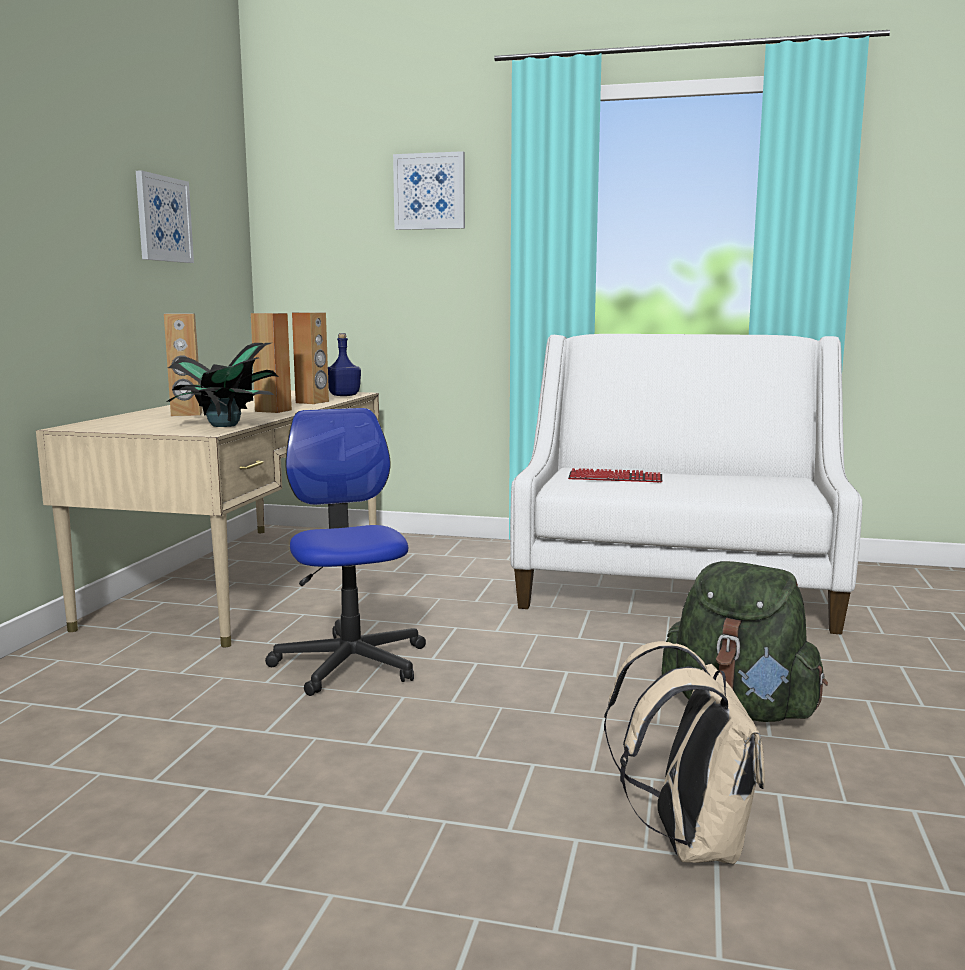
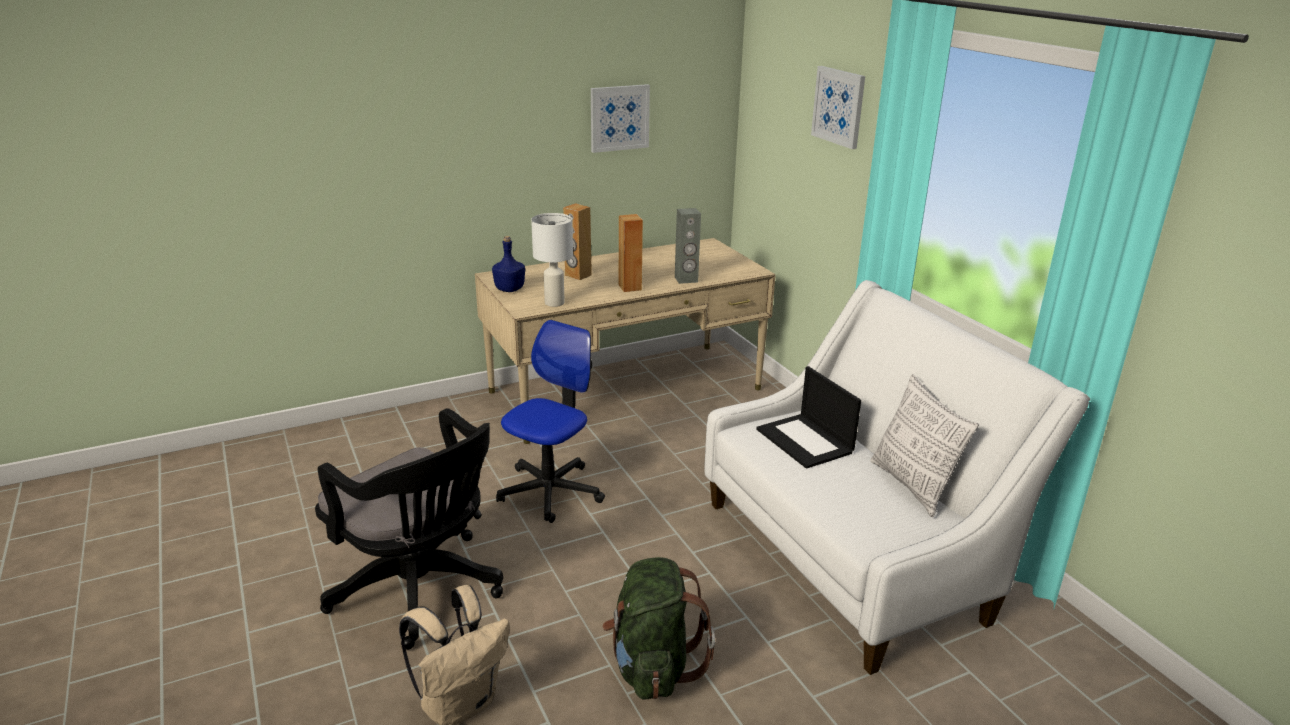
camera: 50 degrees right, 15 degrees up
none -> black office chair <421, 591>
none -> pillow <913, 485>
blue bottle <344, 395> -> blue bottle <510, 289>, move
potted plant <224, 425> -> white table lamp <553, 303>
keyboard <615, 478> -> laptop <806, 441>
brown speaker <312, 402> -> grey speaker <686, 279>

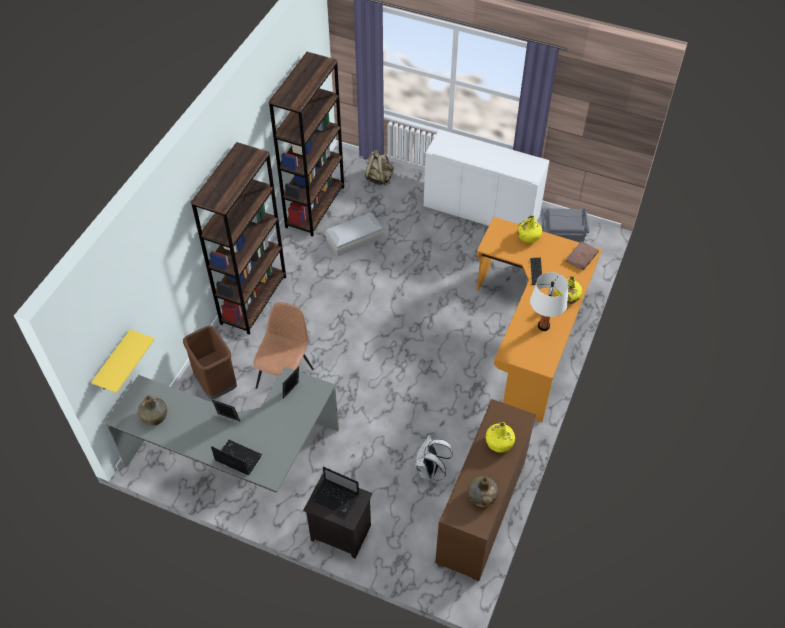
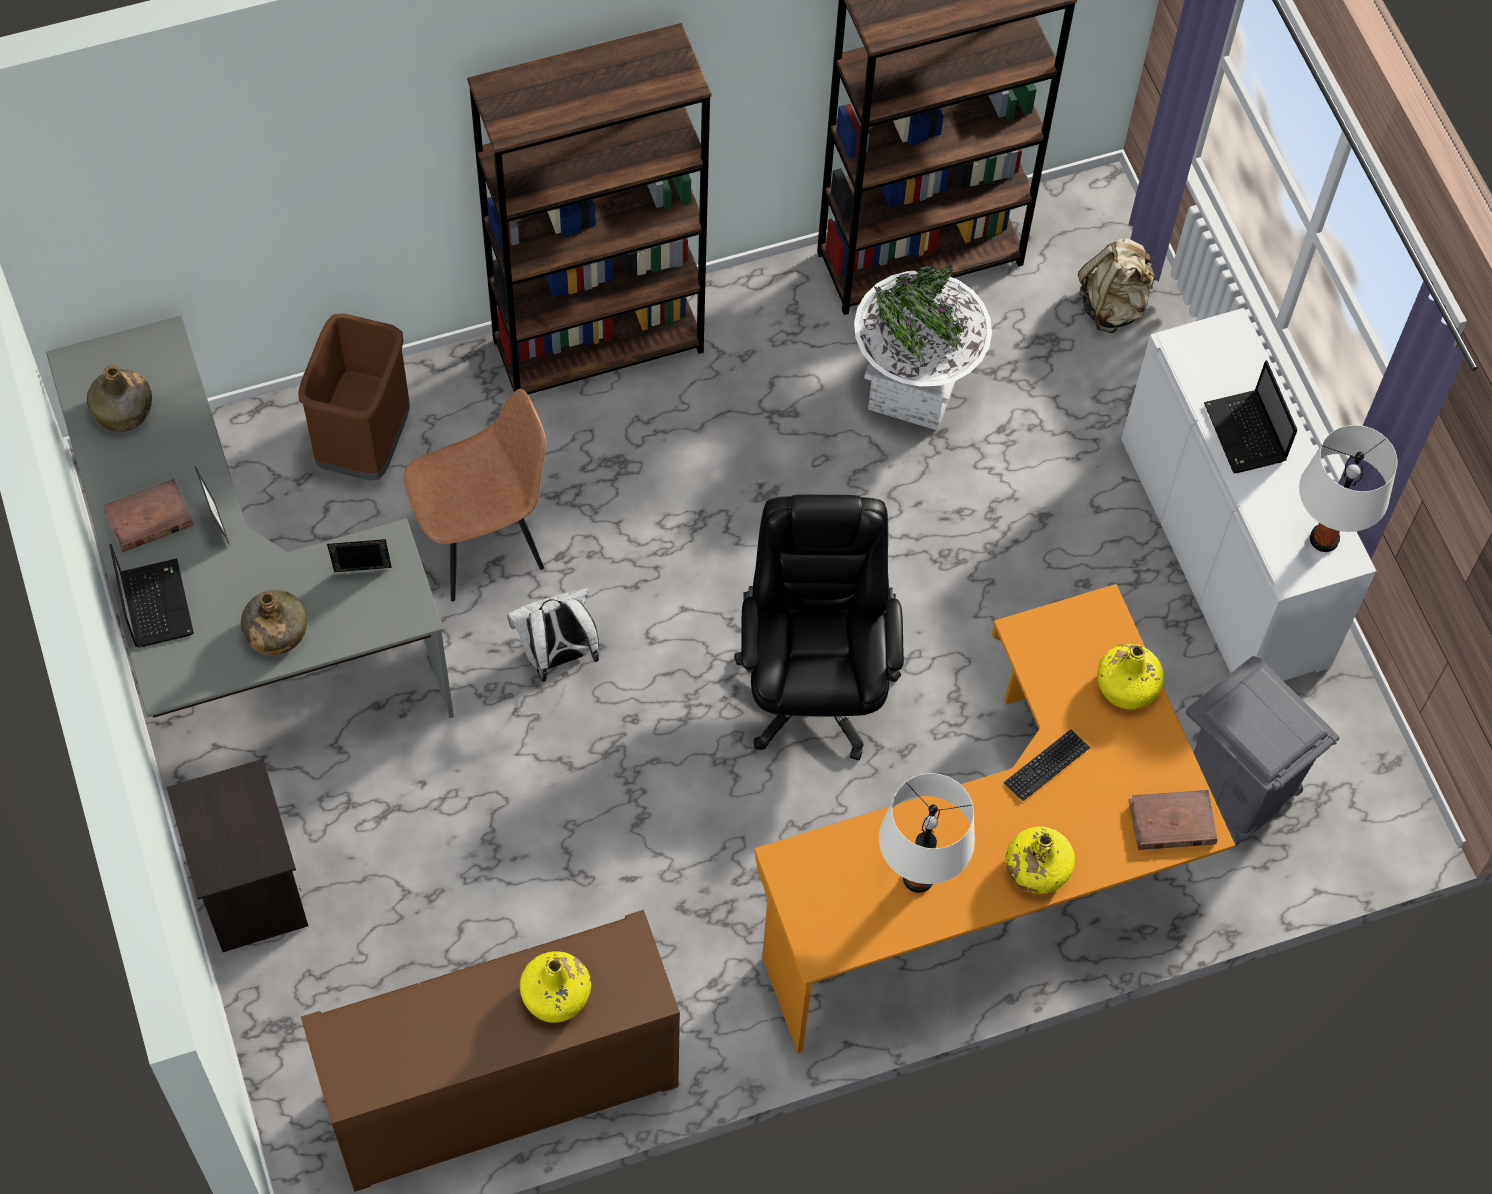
camera: 45 degrees right, 10 degrees up
yellow shelf <114, 362> -> none
none -> brown book <148, 519>
none -> black office chair <814, 686>
none -> white table lamp <1324, 539>
laptop <336, 498> -> laptop <1246, 434>, move
white backpack <430, 471> -> white backpack <557, 656>, move
green bottle <481, 496> -> green bottle <276, 632>, move
white storage box <355, 239> -> white planter <913, 391>

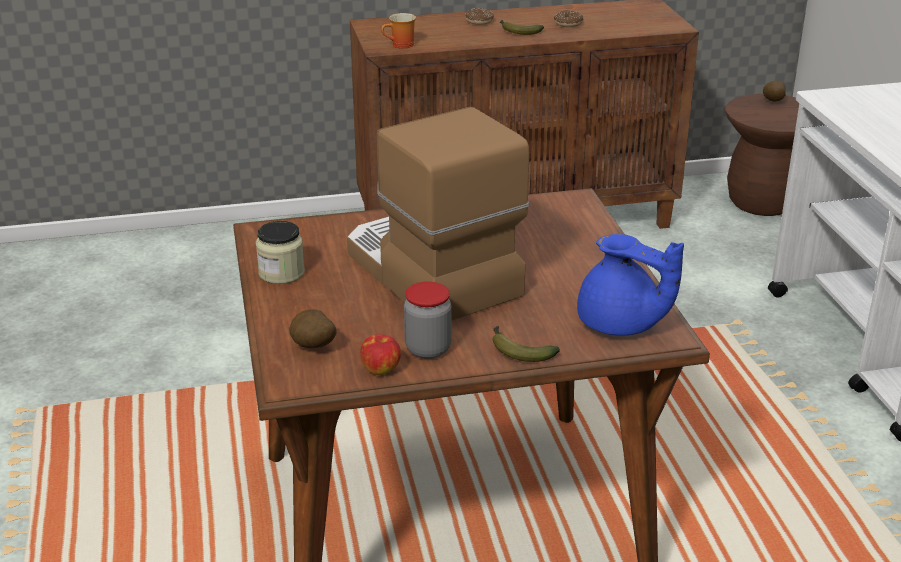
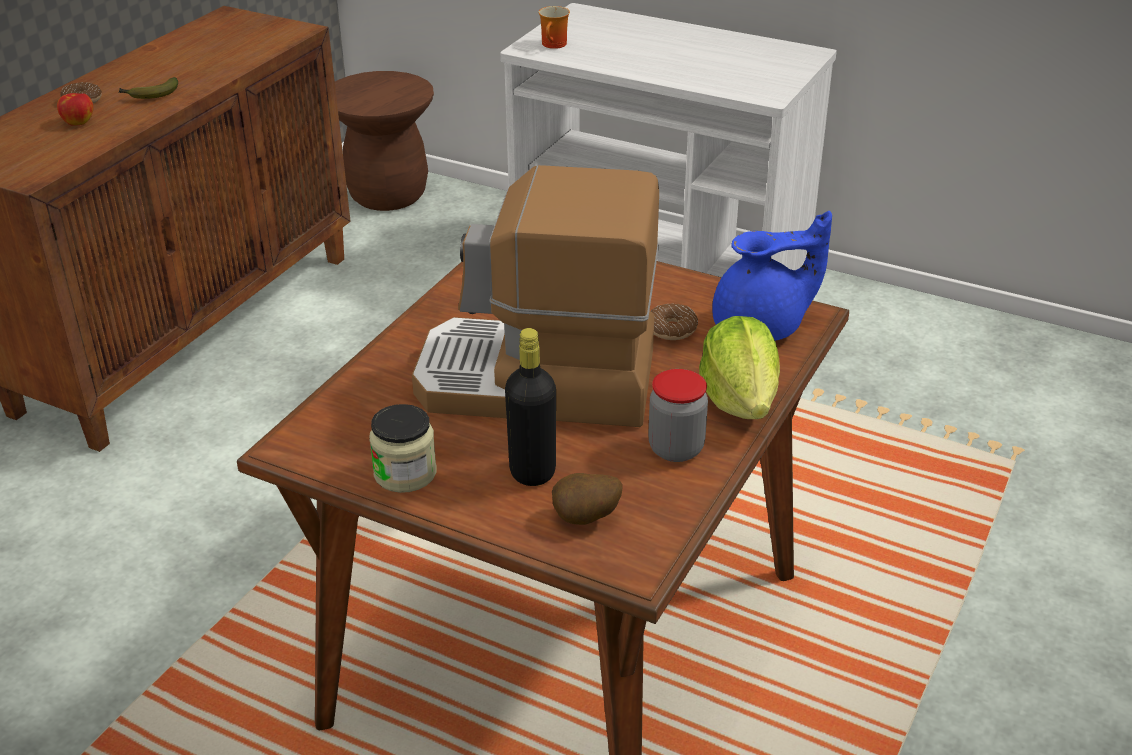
camera: 50 degrees left, 5 degrees up
potato <772, 101> -> none
none -> black bottle <532, 472>
apple <381, 369> -> apple <79, 122>, move
mug <401, 46> -> mug <555, 45>, move
donut <568, 23> -> donut <671, 329>, move
banana <518, 351> -> lettuce <740, 399>

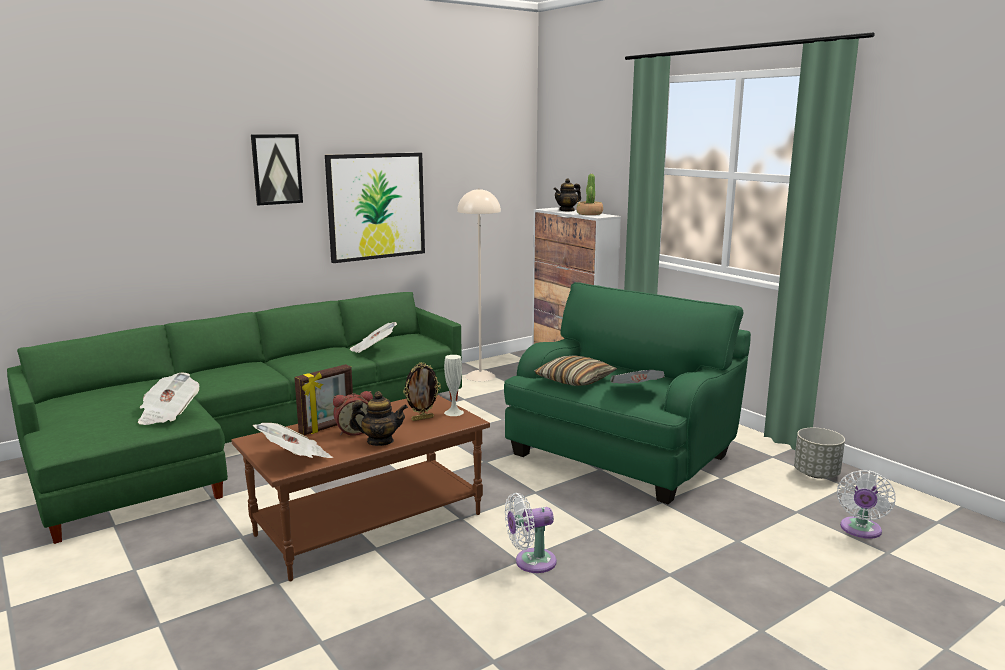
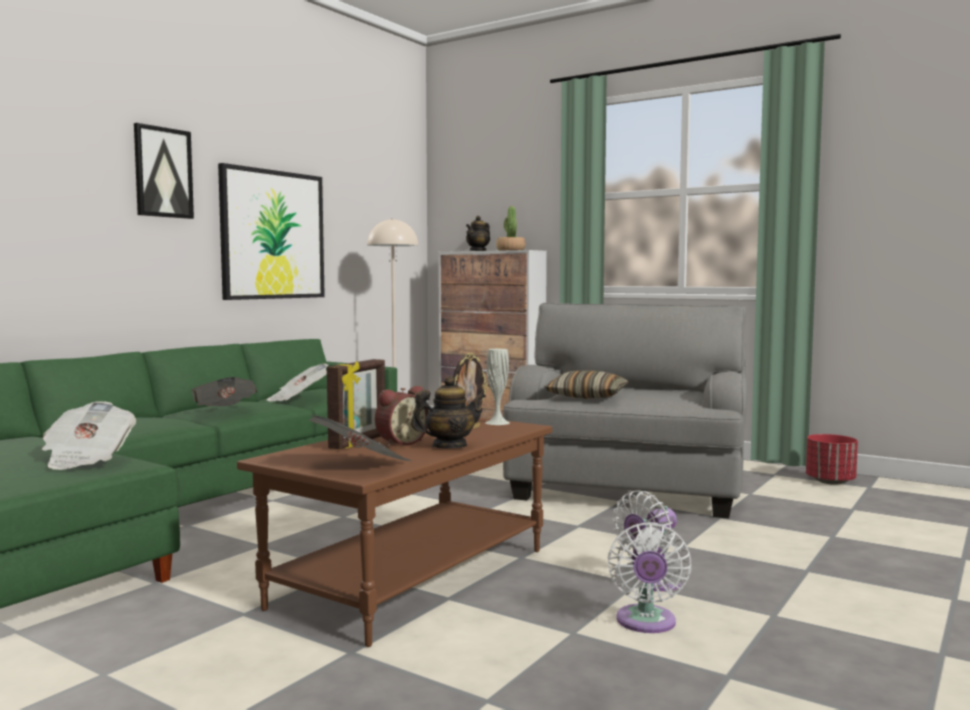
camera: 20 degrees left, 10 degrees down
newspaper <636, 392> -> newspaper <225, 410>, move
white fan <860, 530> -> white fan <646, 623>, move
green armchair <623, 453> -> grey armchair <629, 486>
grey planter <816, 474> -> red planter <830, 482>

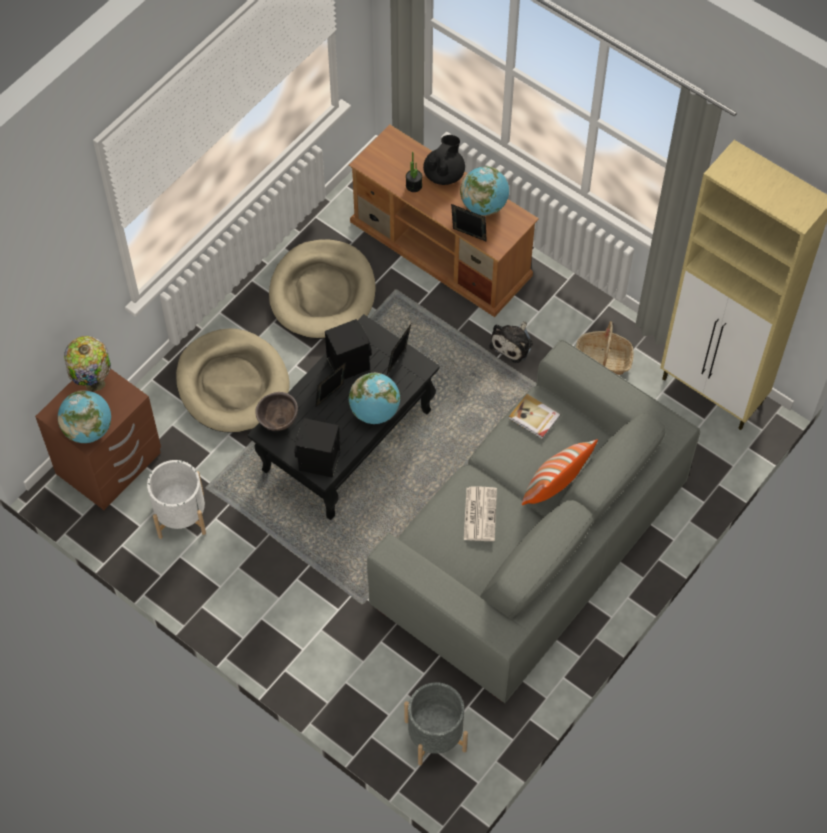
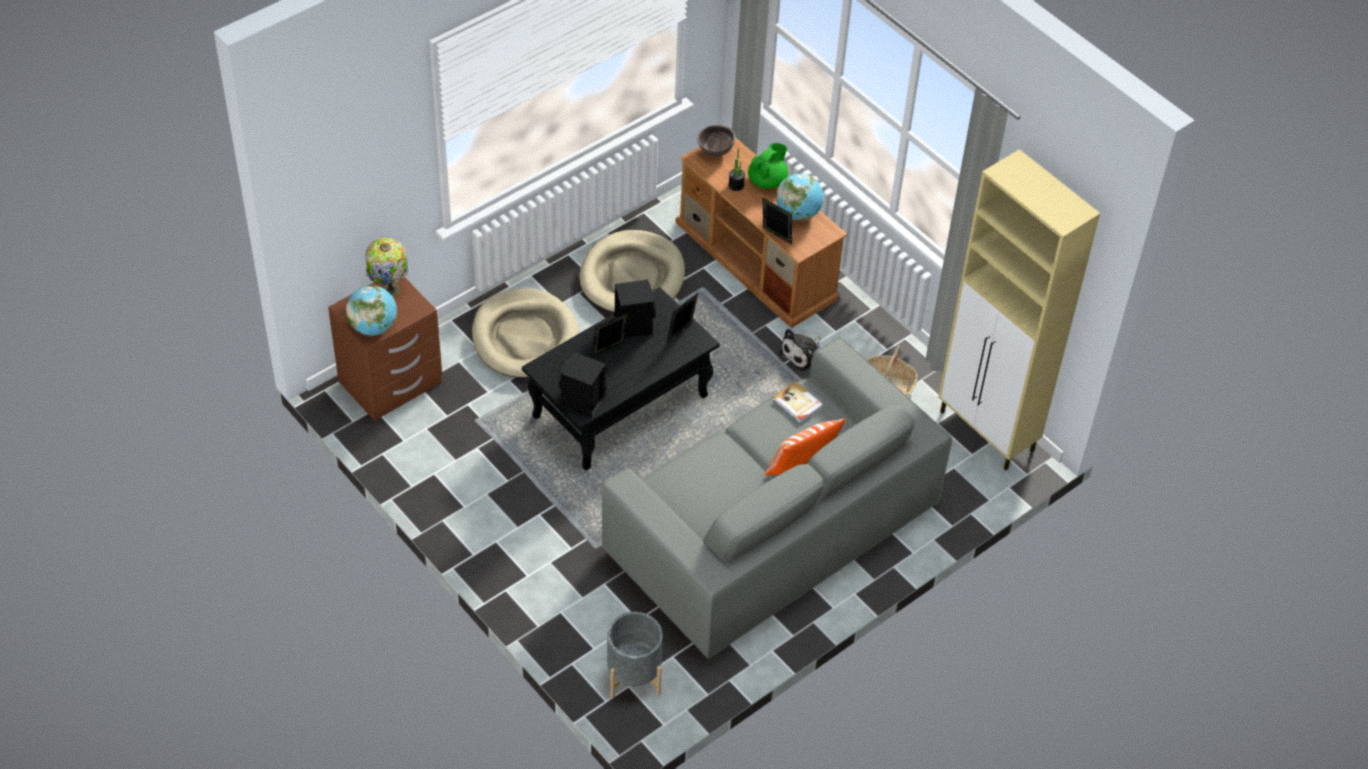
camera: 10 degrees right, 10 degrees down
white planter <181, 515> -> none
globe <375, 411> -> none
newspaper <479, 513> -> none
brown bowl <278, 421> -> brown bowl <715, 152>, move
black teapot <444, 174> -> green teapot <767, 181>

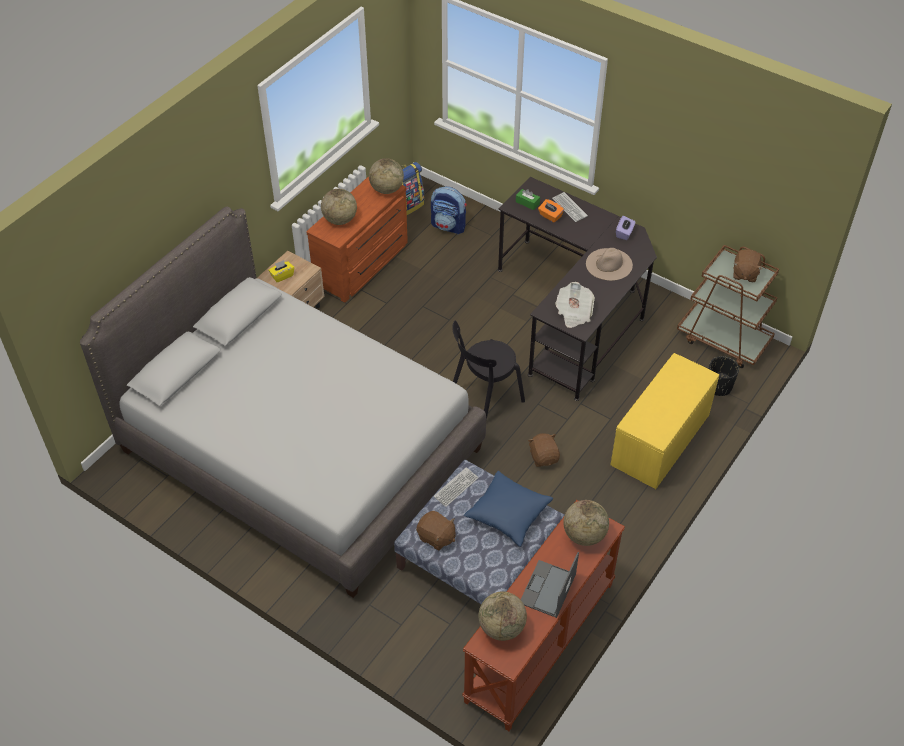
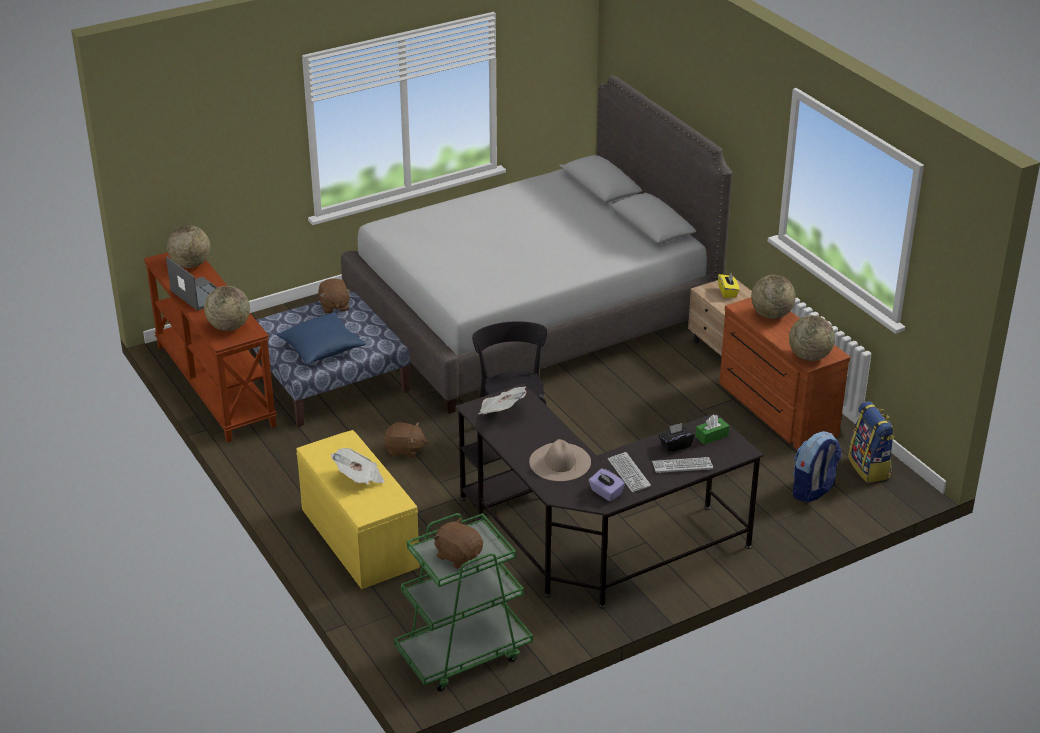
camera: 115 degrees right, 15 degrees down
black planter <719, 387> -> none
none -> newspaper <359, 478>
keyboard <456, 487> -> keyboard <629, 473>, move
orange tissue box <550, 216> -> black tissue box <675, 445>
brown cart <723, 339> -> green cart <463, 653>
brown plush toy <436, 537> -> brown plush toy <334, 306>, 75 degrees counterclockwise

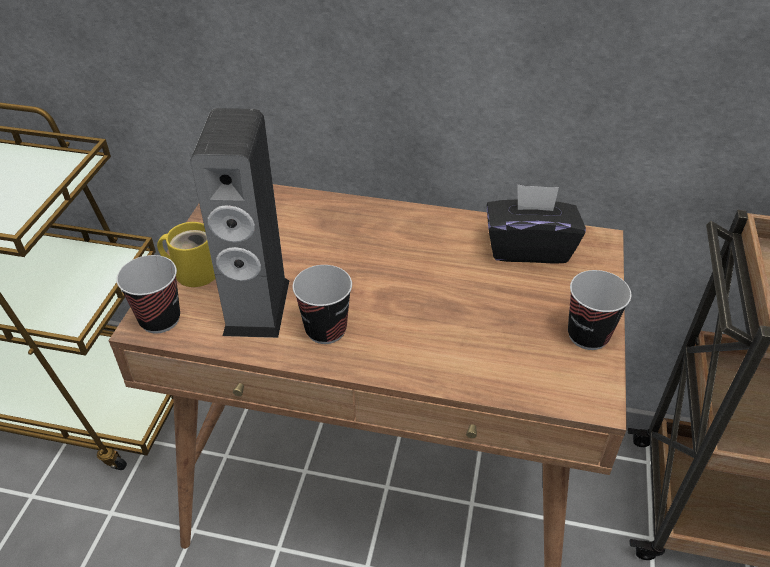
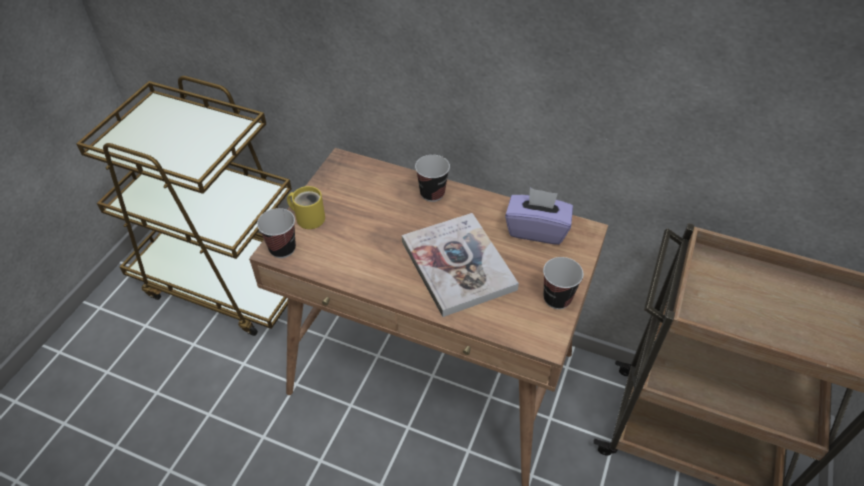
camera: 10 degrees right, 5 degrees up
speaker <257, 307> -> none
none -> book <458, 265>
cup <326, 330> -> cup <432, 193>, move
black tissue box <528, 248> -> purple tissue box <536, 230>

